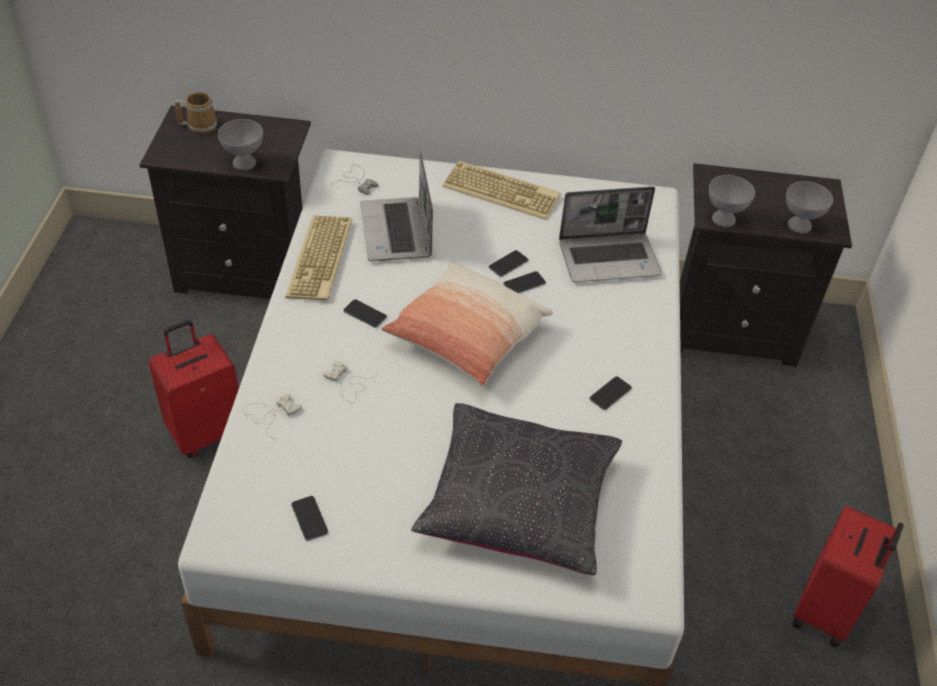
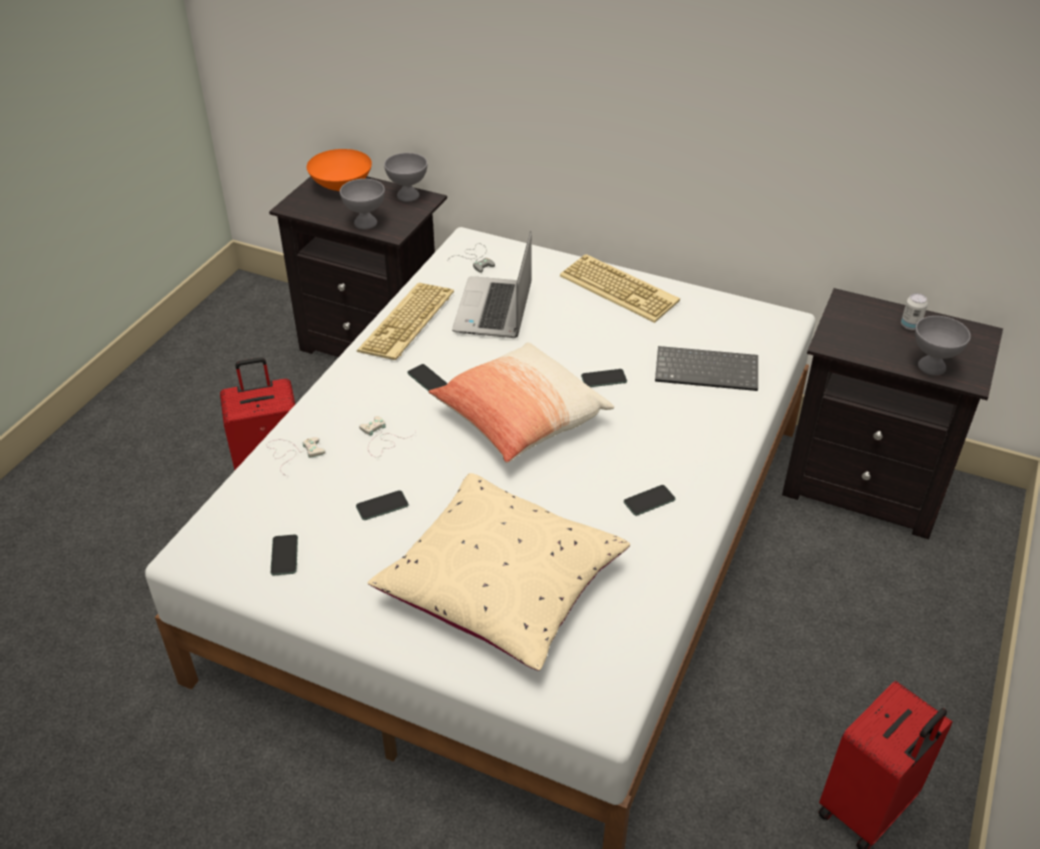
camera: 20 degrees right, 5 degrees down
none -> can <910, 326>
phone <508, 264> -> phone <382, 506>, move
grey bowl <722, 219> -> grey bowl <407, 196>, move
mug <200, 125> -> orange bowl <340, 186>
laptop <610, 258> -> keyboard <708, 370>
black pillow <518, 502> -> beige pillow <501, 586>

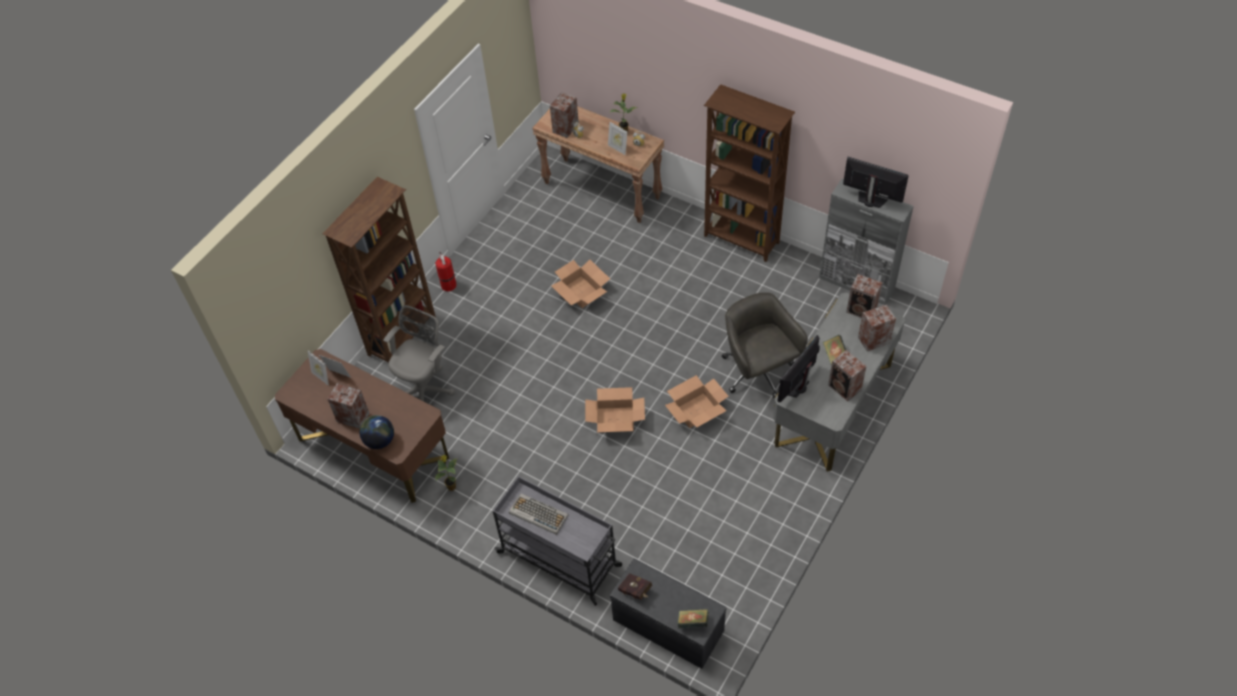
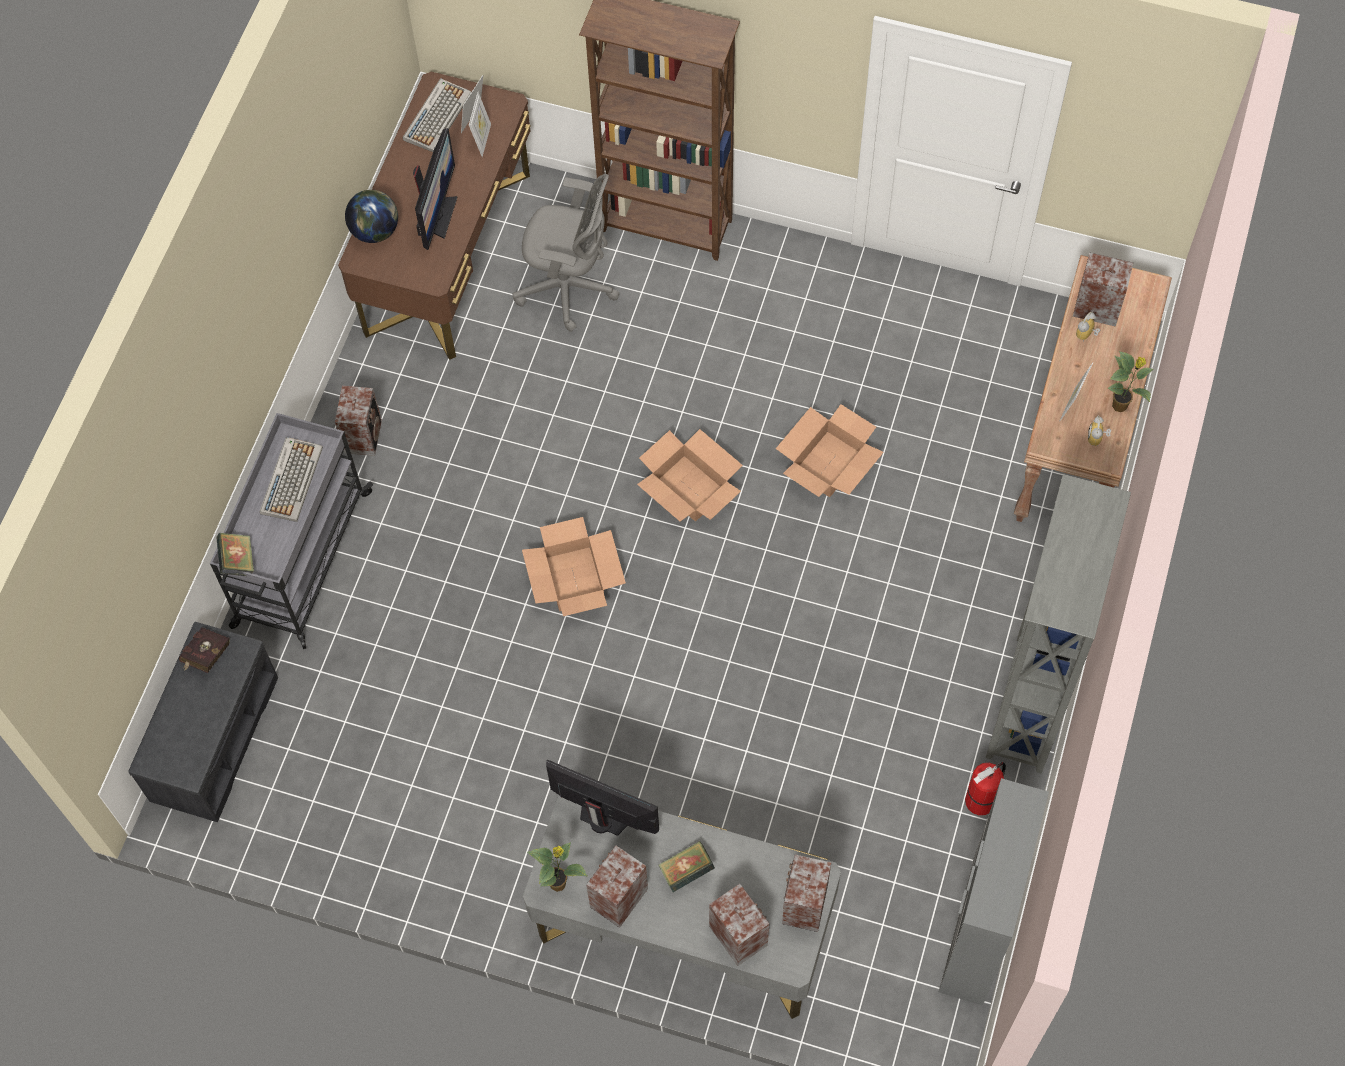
camera: 75 degrees right, 10 degrees up
grey office chair <758, 372> -> none
none -> keyboard <437, 116>
speaker <352, 416> -> speaker <364, 435>, move
fire extinguisher <448, 284> -> fire extinguisher <981, 799>, move
potted plant <451, 486> -> potted plant <559, 883>, move
cardboard box <696, 410> -> cardboard box <690, 488>, move
book <693, 622> -> book <238, 561>, move
monitor <870, 200> -> monitor <438, 215>, move
brown bookcase <741, 240> -> grey bookcase <1027, 705>

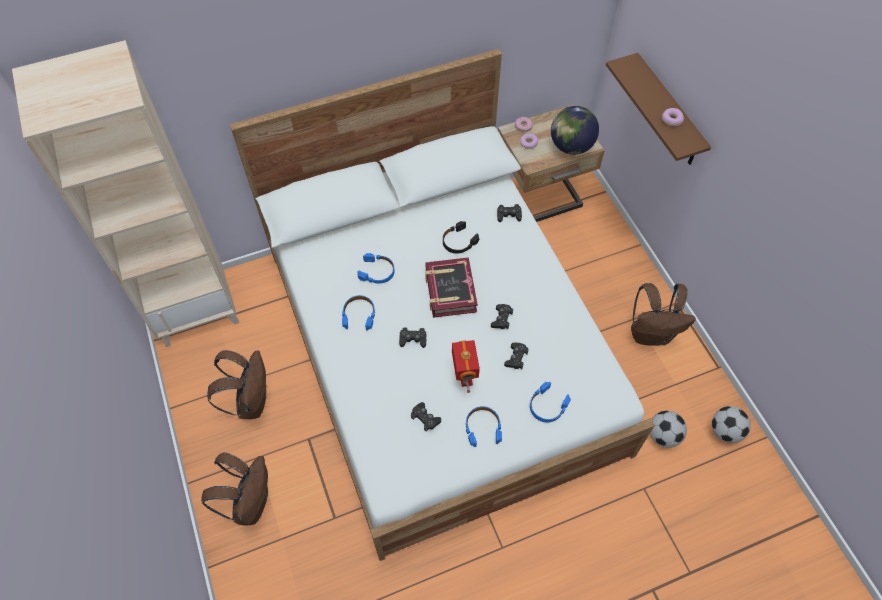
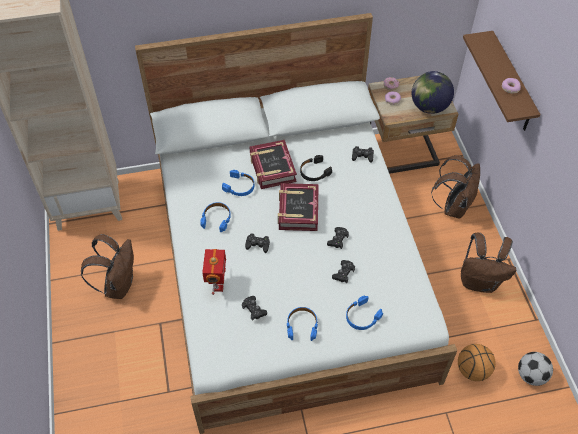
camera: 10 degrees right, 5 degrees down
none -> book <272, 168>
brown backpack <250, 502> -> brown backpack <453, 206>, move
toy robot <464, 378> -> toy robot <217, 284>, move
football <663, 435> -> basketball <473, 370>

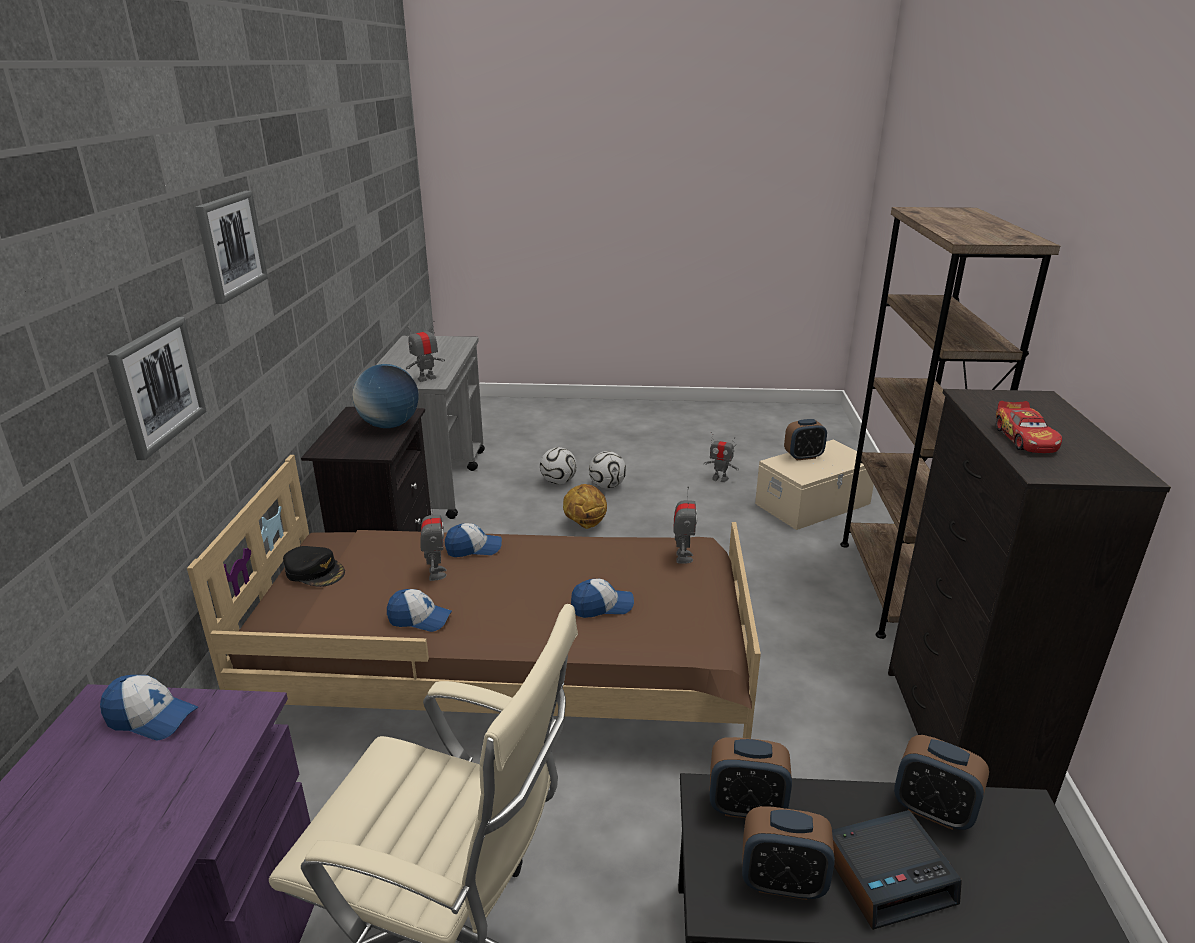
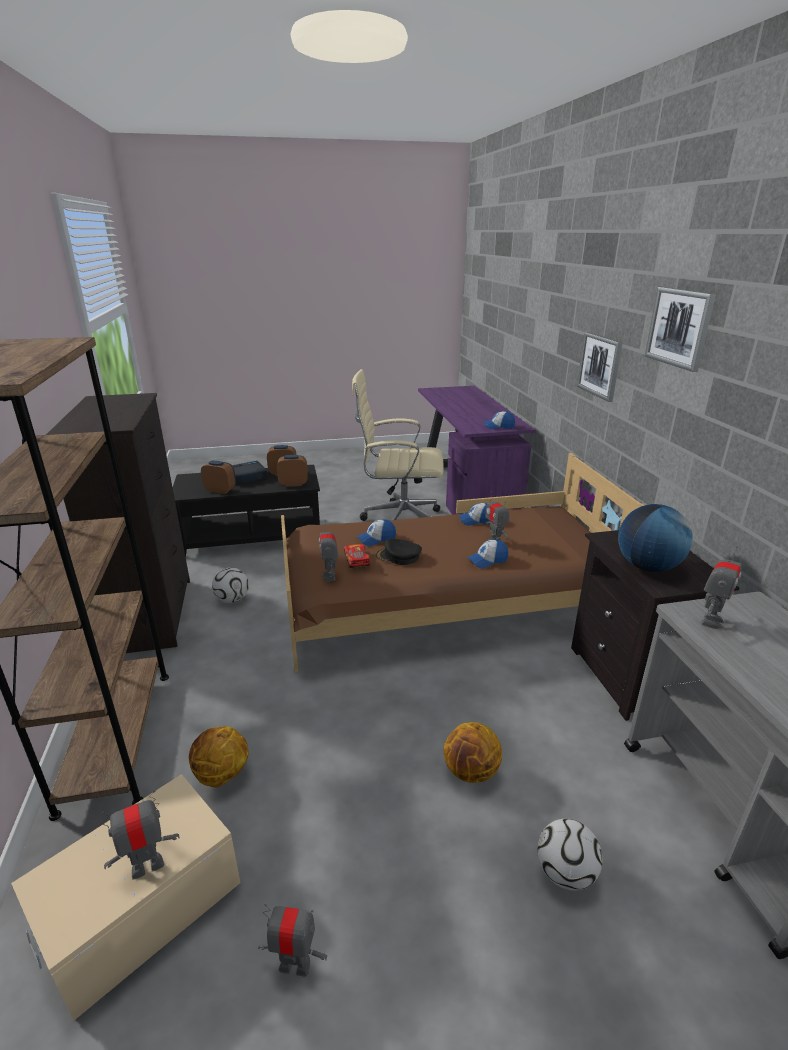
camera: 165 degrees right, 0 degrees up
none -> basketball <221, 775>
black cap <315, 571> -> black cap <398, 556>, move
football <607, 486> -> football <232, 600>, move
toy car <1025, 439> -> toy car <356, 560>, move
alarm clock <803, 456> -> toy robot <147, 866>

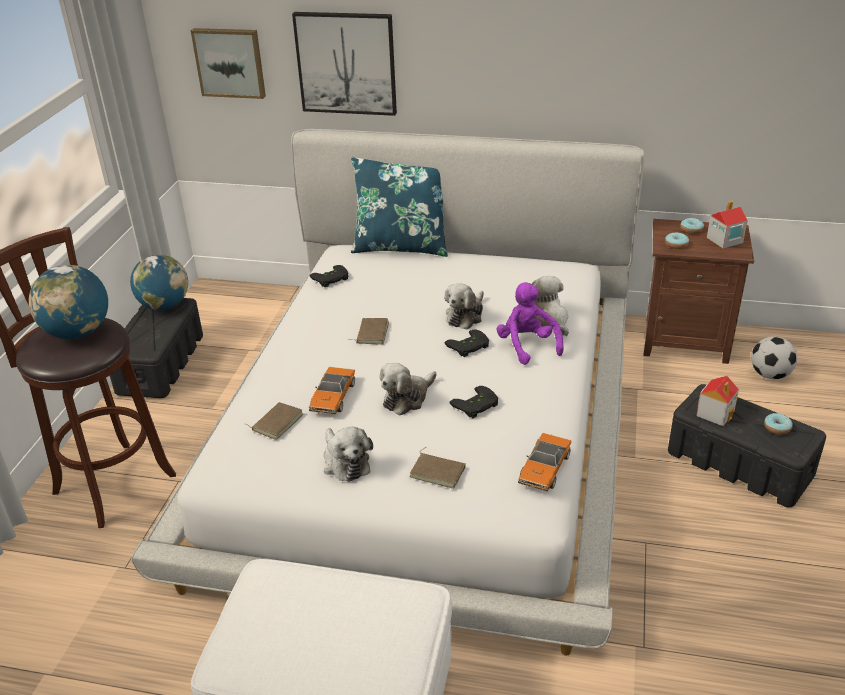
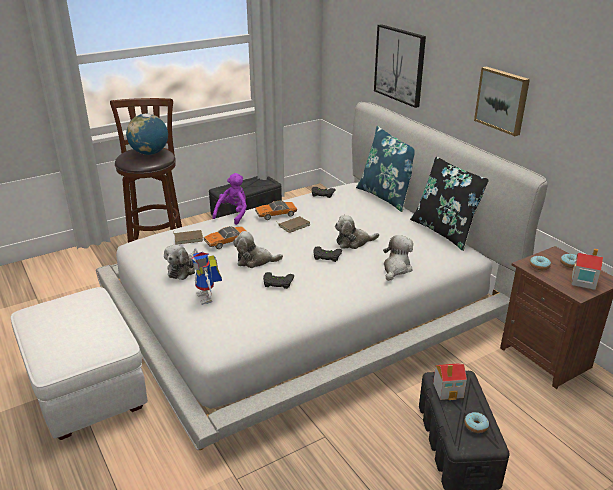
camera: 45 degrees right, 5 degrees down
globe <164, 306> -> none
football <769, 375> -> none
none -> black pillow <445, 231>
picture <230, 62> -> picture <502, 100>, move
purple plush toy <527, 346> -> purple plush toy <233, 214>, move
toy car <544, 469> -> toy car <276, 214>, move
brown book <438, 471> -> toy robot <208, 298>

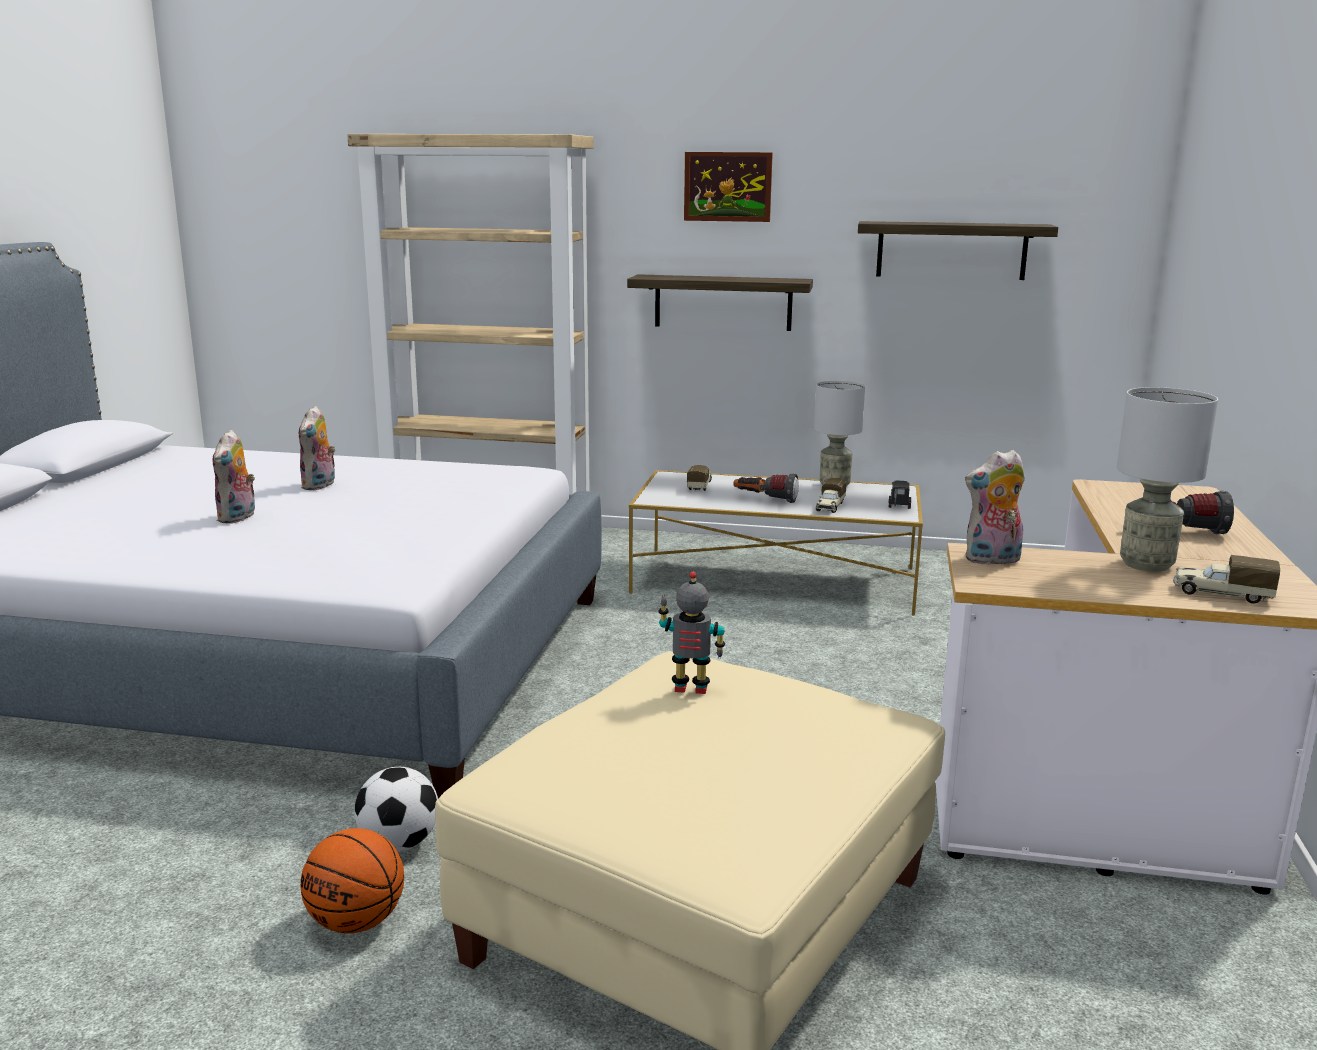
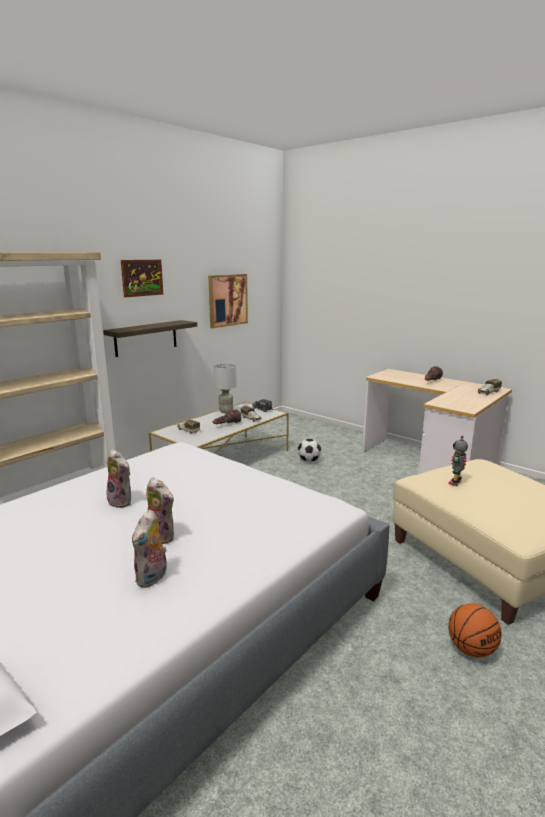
camera: 60 degrees left, 0 degrees up
grey table lamp <1147, 565> -> none
football <399, 844> -> football <309, 461>, move
plush toy <992, 560> -> plush toy <152, 578>, move
shelf <951, 250> -> picture <227, 300>

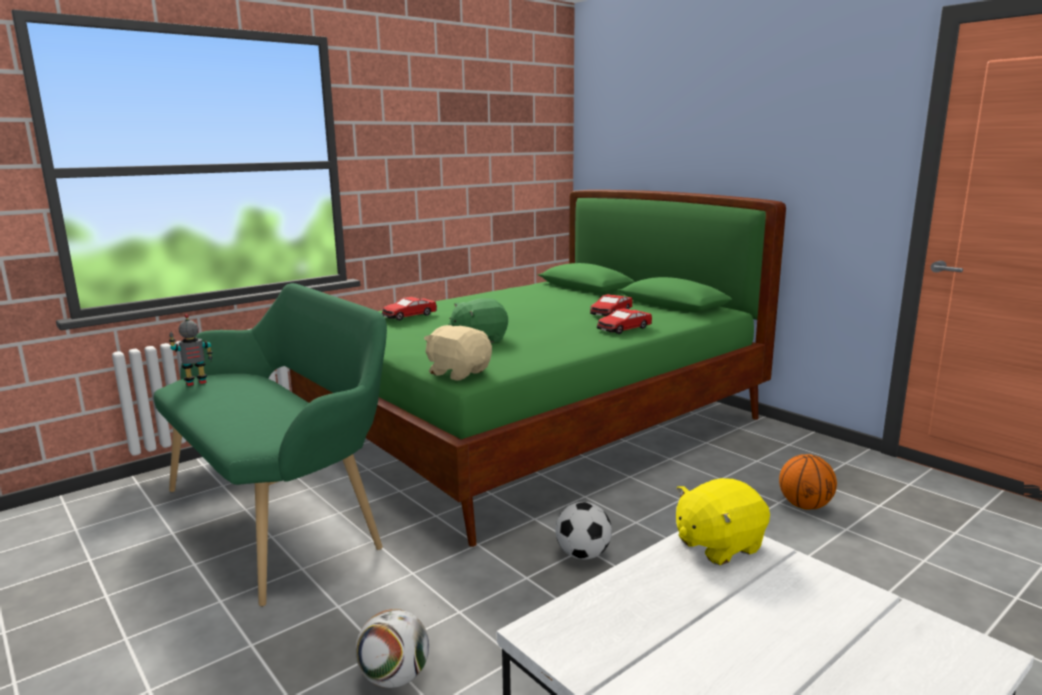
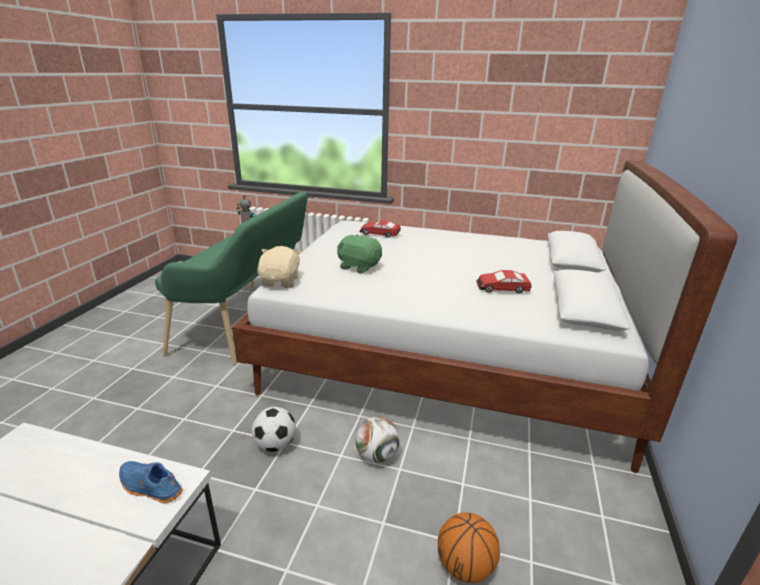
camera: 55 degrees right, 10 degrees up
toy car <623, 328> -> none
football <394, 677> -> football <377, 455>, move
yellow plush toy <718, 545> -> blue shoe <150, 488>
green bed <538, 429> -> white bed <444, 355>

